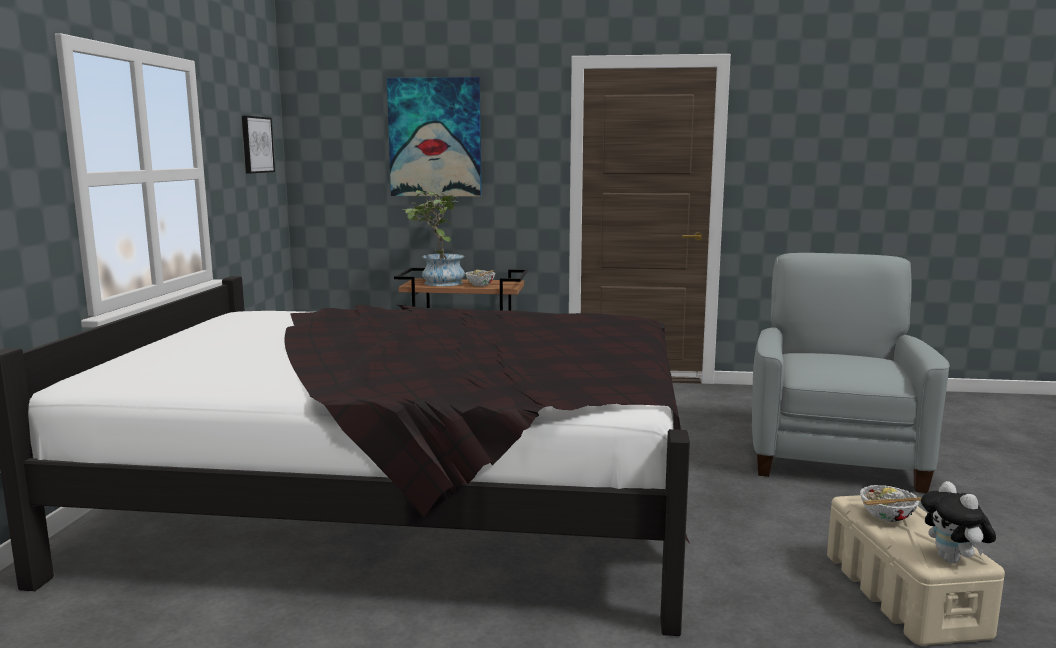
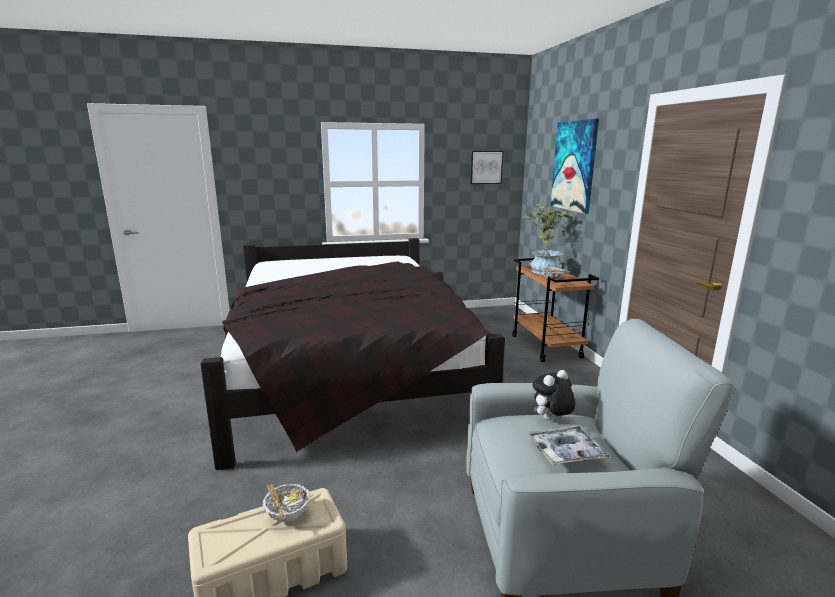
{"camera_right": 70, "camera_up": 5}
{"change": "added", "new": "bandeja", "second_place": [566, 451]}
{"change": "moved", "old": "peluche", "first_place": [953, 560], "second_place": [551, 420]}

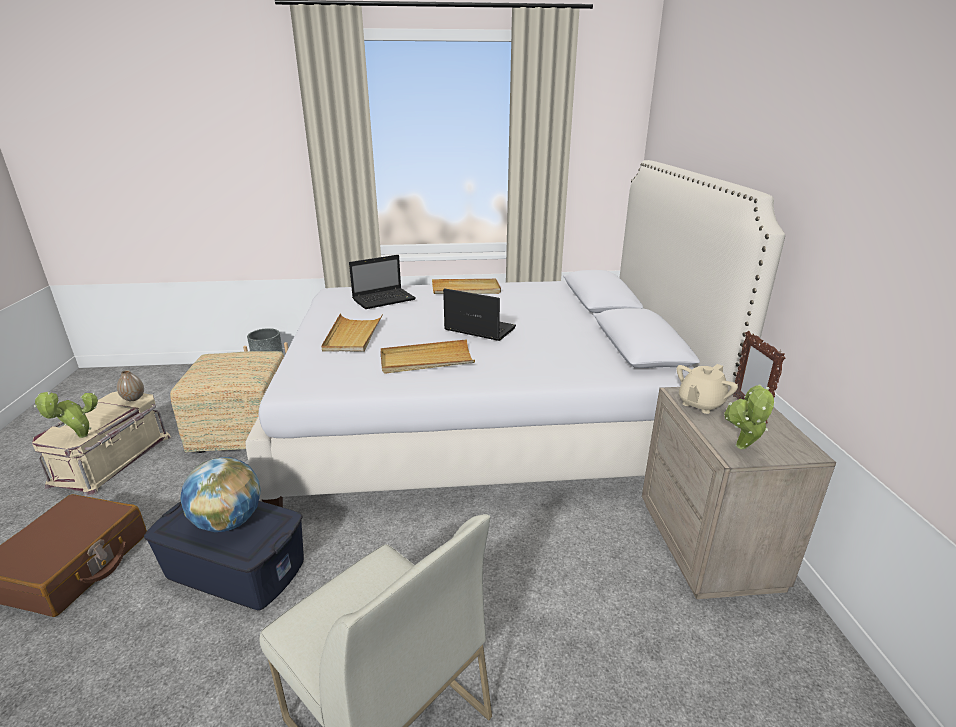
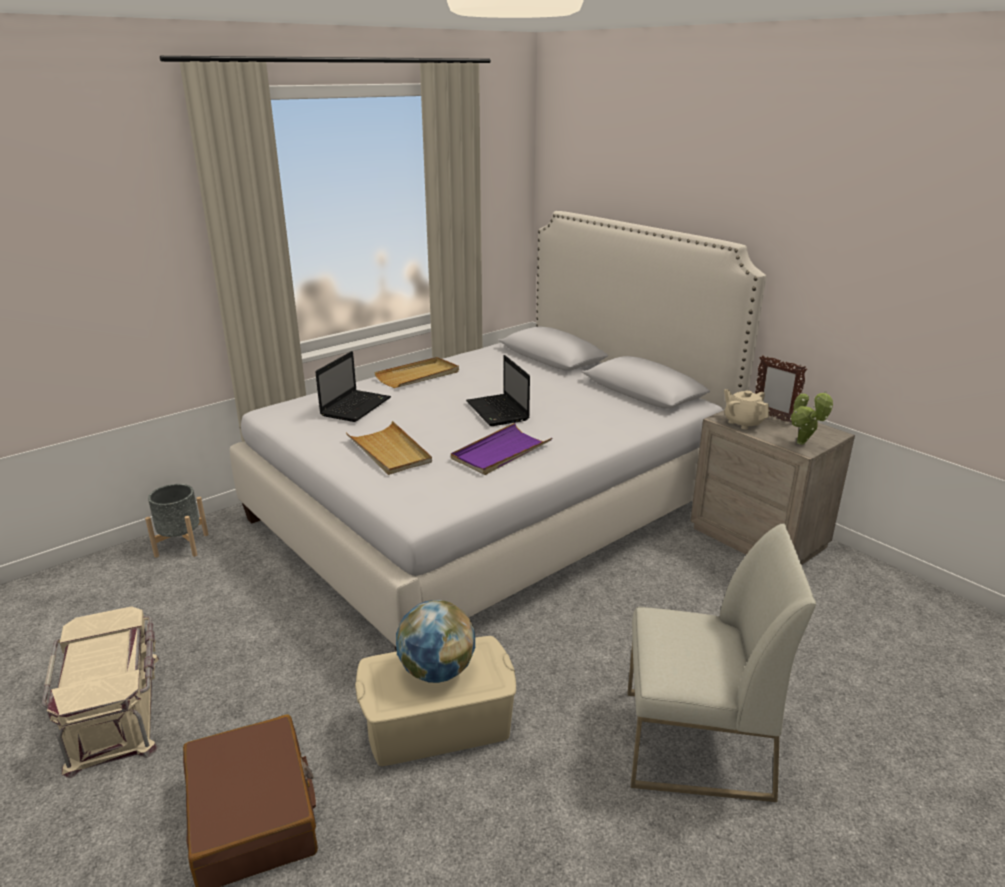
{"camera_right": -35, "camera_up": 0}
{"change": "removed", "old": "planta en maceta", "first_place": [80, 437]}
{"change": "removed", "old": "florero", "first_place": [133, 398]}
{"change": "removed", "old": "puf", "first_place": [244, 432]}
{"change": "recoloured", "old": "caja de almacenaje/azul", "new": "caja de almacenaje/beis", "first_place": [236, 568], "second_place": [437, 723]}
{"change": "recoloured", "old": "bandeja/beis", "new": "bandeja/morado", "first_place": [426, 360], "second_place": [500, 452]}
{"change": "turned", "old": "portátil", "first_place": [478, 329], "second_place": [498, 412], "degrees": -105}
{"change": "turned", "old": "tetera/beis", "first_place": [700, 404], "second_place": [743, 423], "degrees": 135}

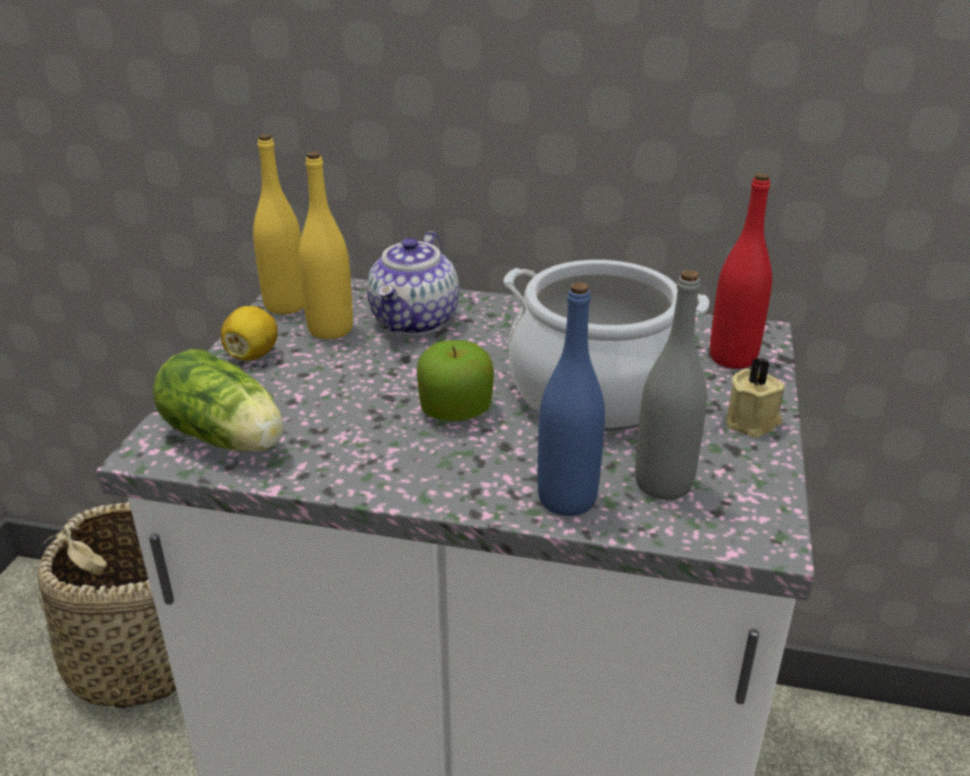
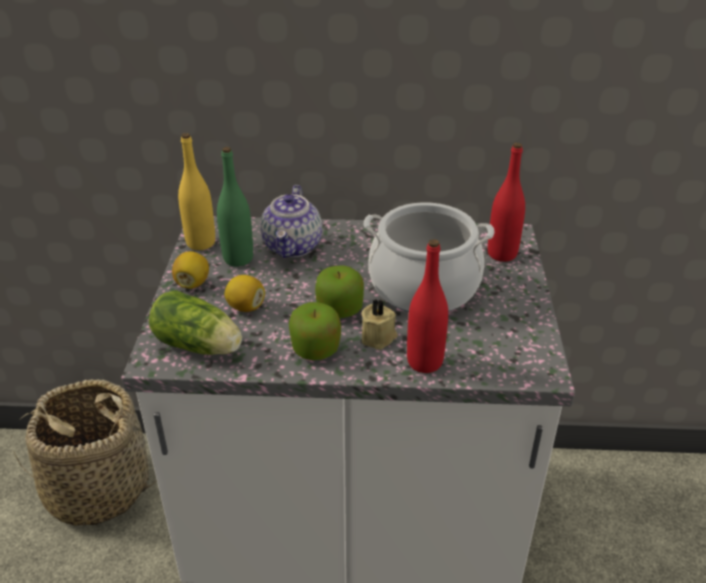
{"camera_right": -10, "camera_up": 5}
{"change": "removed", "old": "botella/gris", "first_place": [663, 484]}
{"change": "added", "new": "limón", "second_place": [246, 307]}
{"change": "added", "new": "manzana", "second_place": [315, 349]}
{"change": "moved", "old": "vela/beis", "first_place": [753, 422], "second_place": [379, 338]}
{"change": "recoloured", "old": "botella/amarillo", "new": "botella/verde", "first_place": [330, 329], "second_place": [238, 259]}
{"change": "recoloured", "old": "botella/azul", "new": "botella/rojo", "first_place": [567, 499], "second_place": [424, 362]}

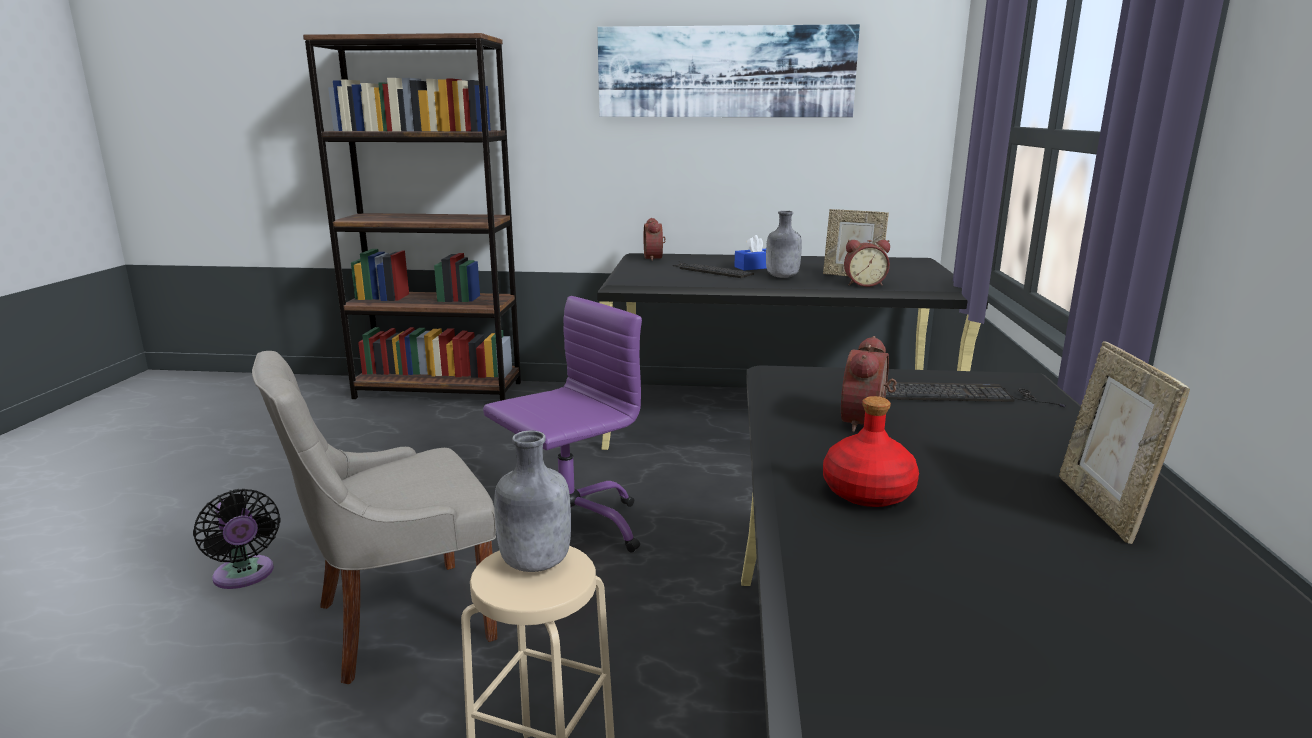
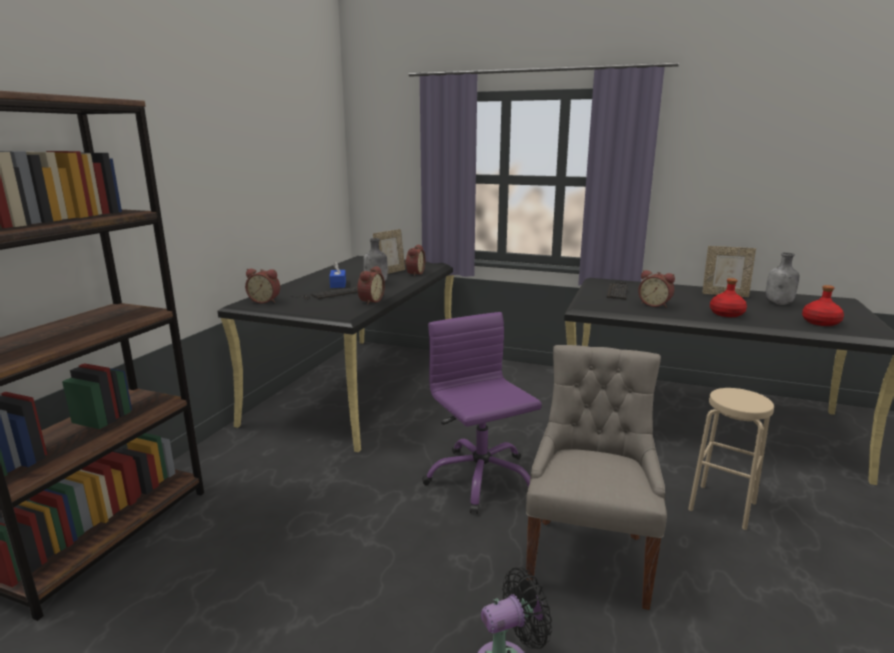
{"camera_right": -75, "camera_up": 0}
{"change": "removed", "old": "cuadro", "first_place": [725, 72]}
{"change": "added", "new": "despertador", "second_place": [370, 301]}
{"change": "added", "new": "botella/rojo", "second_place": [820, 322]}
{"change": "moved", "old": "botella/gris", "first_place": [534, 564], "second_place": [779, 303]}
{"change": "turned", "old": "silla/gris", "first_place": [399, 621], "second_place": [588, 557], "degrees": -150}

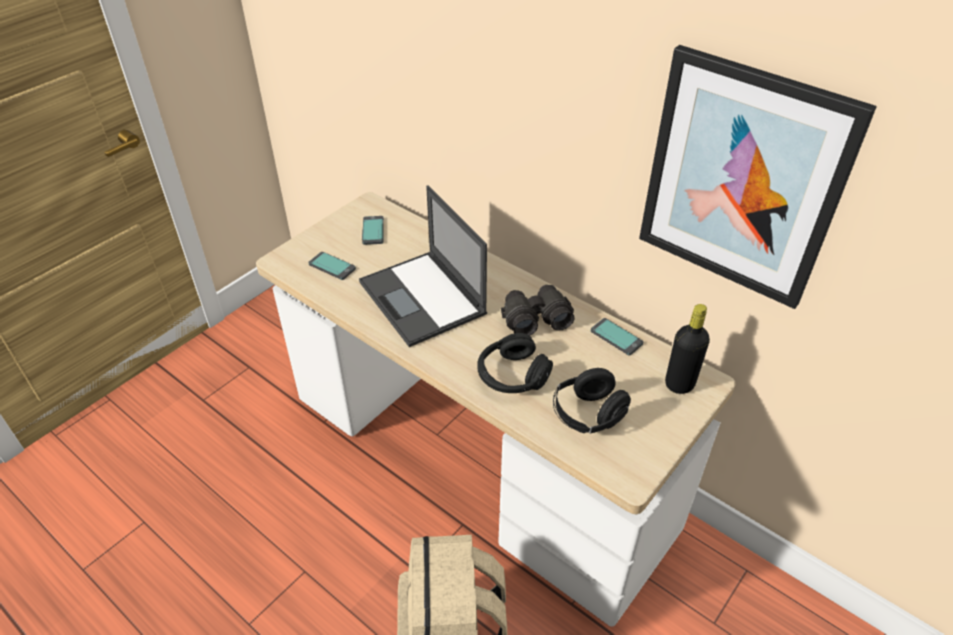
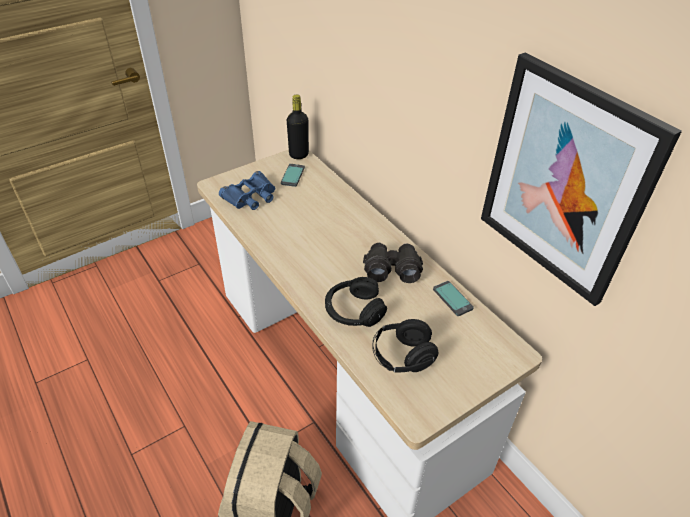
{"camera_right": 15, "camera_up": 0}
{"change": "removed", "old": "portátil", "first_place": [423, 299]}
{"change": "moved", "old": "botella/negro", "first_place": [679, 384], "second_place": [299, 155]}
{"change": "replaced", "old": "móvil", "new": "prismáticos/azul", "first_place": [332, 266], "second_place": [251, 196]}

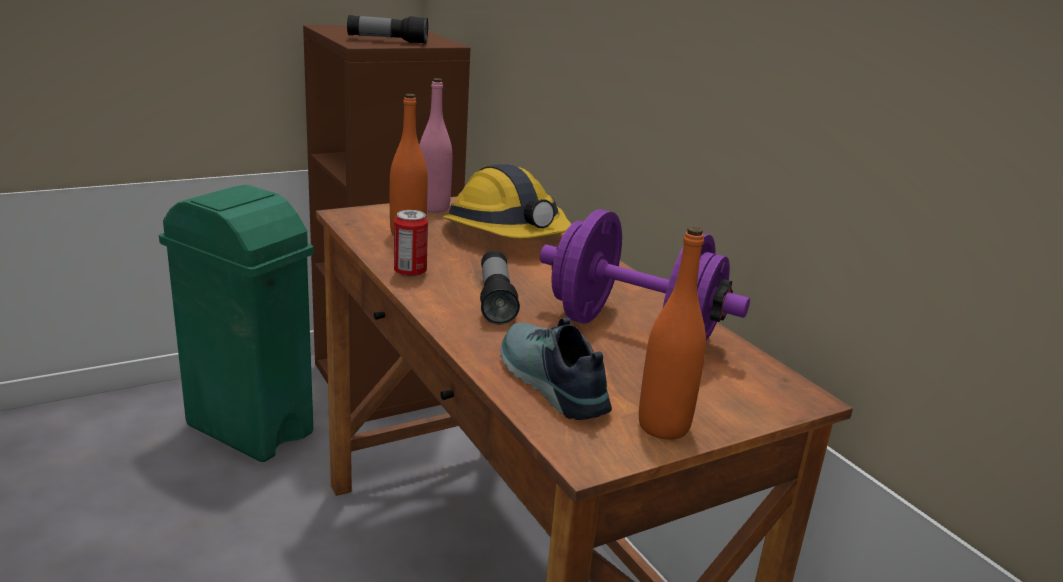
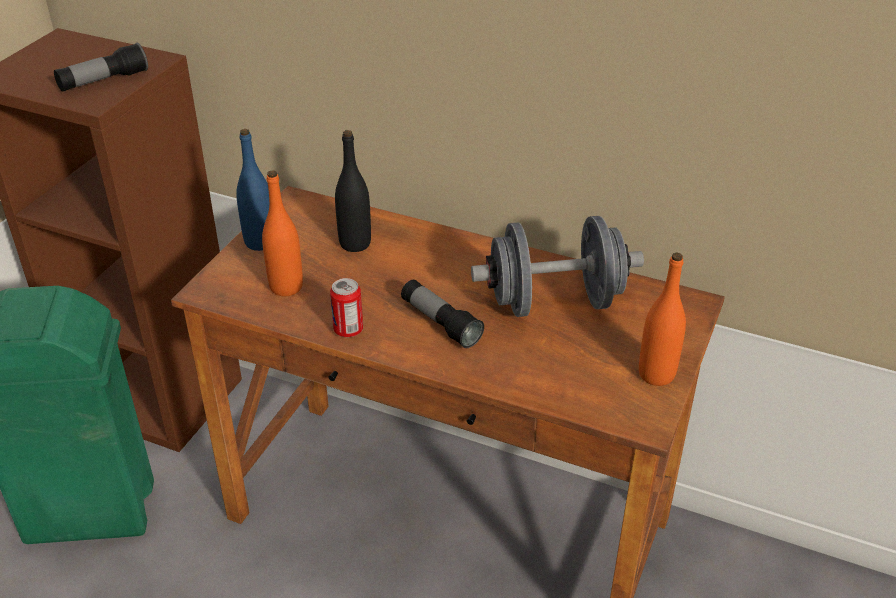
{"camera_right": -35, "camera_up": 15}
{"change": "removed", "old": "zapato", "first_place": [548, 382]}
{"change": "replaced", "old": "casco", "new": "botella/negro", "first_place": [507, 233], "second_place": [355, 243]}
{"change": "recoloured", "old": "botella/rosa", "new": "botella/azul", "first_place": [433, 207], "second_place": [260, 242]}
{"change": "recoloured", "old": "mancuerna/morado", "new": "mancuerna/gris", "first_place": [632, 331], "second_place": [554, 302]}

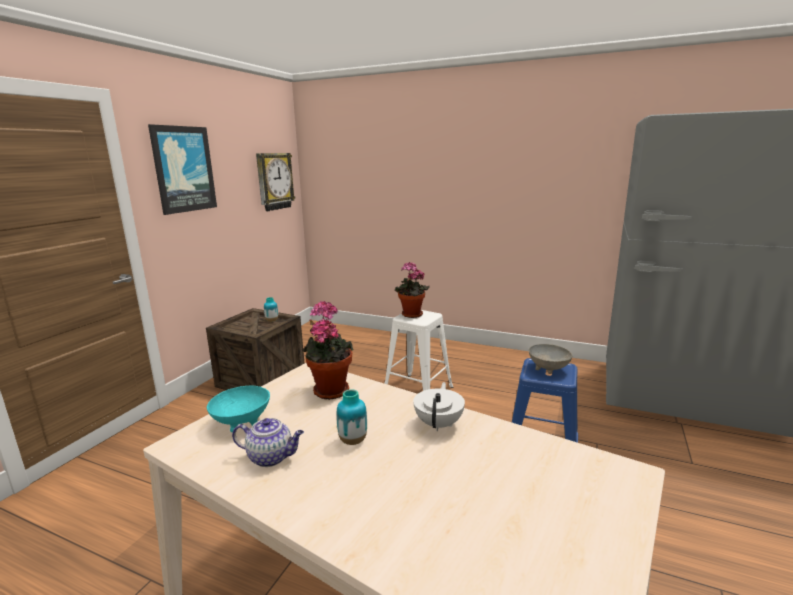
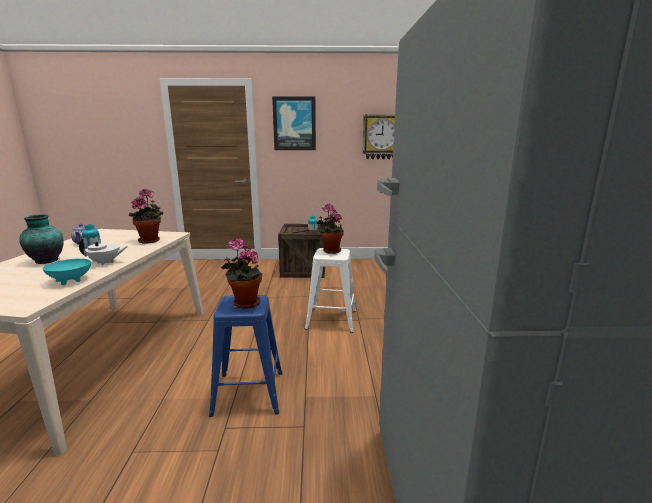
{"camera_right": 65, "camera_up": 0}
{"change": "added", "new": "florero", "second_place": [46, 261]}
{"change": "moved", "old": "cuenco/turquesa", "first_place": [242, 421], "second_place": [71, 280]}
{"change": "replaced", "old": "cuenco/gris", "new": "planta en maceta", "first_place": [549, 369], "second_place": [244, 303]}

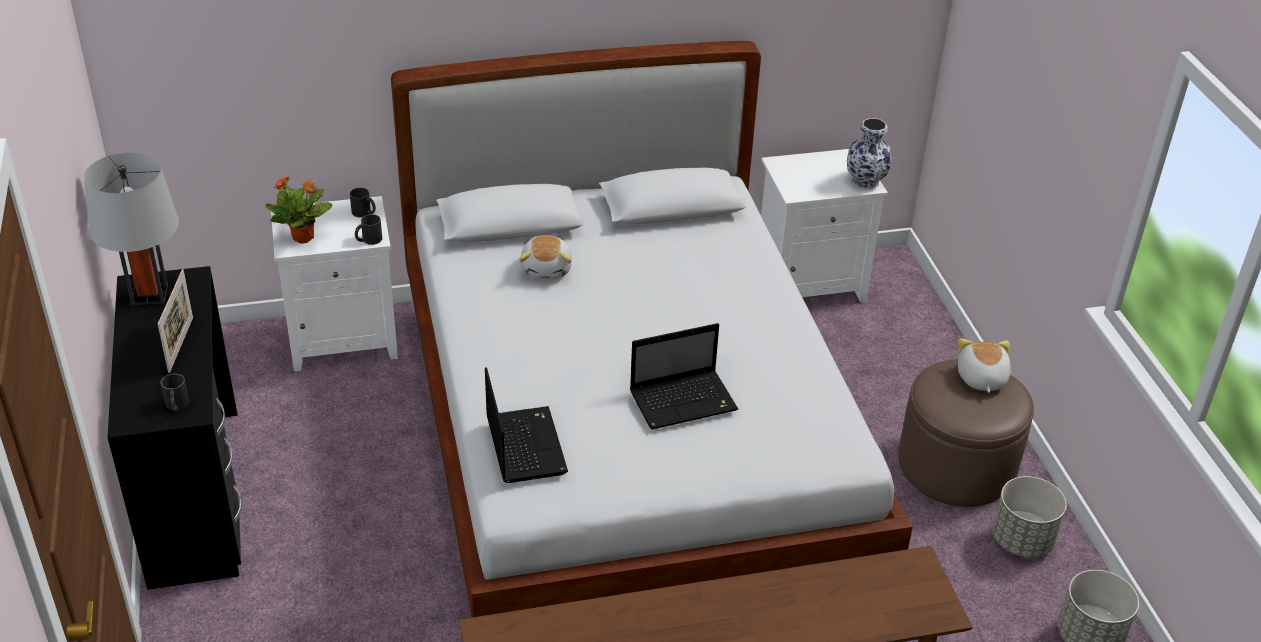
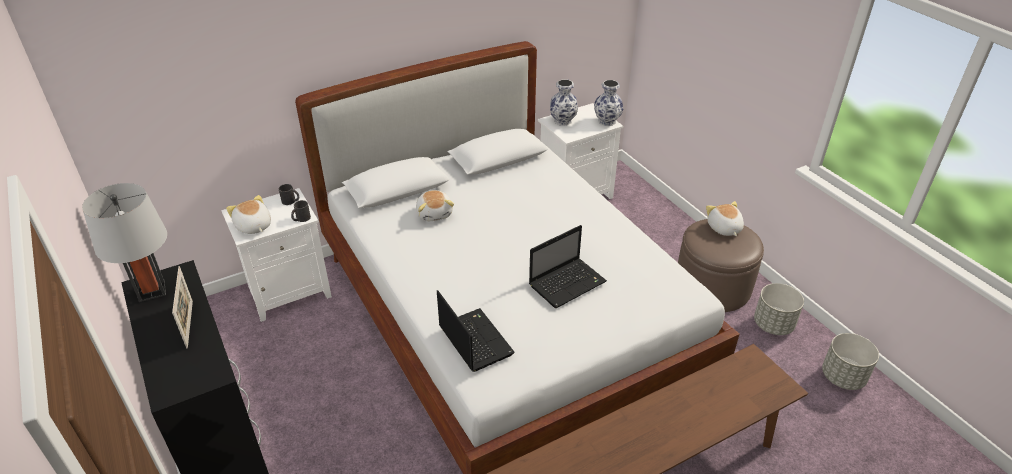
{"camera_right": -15, "camera_up": 0}
{"change": "removed", "old": "taza grande/negro", "first_place": [176, 405]}
{"change": "added", "new": "florero", "second_place": [562, 120]}
{"change": "replaced", "old": "planta en maceta", "new": "peluche", "first_place": [304, 238], "second_place": [253, 226]}

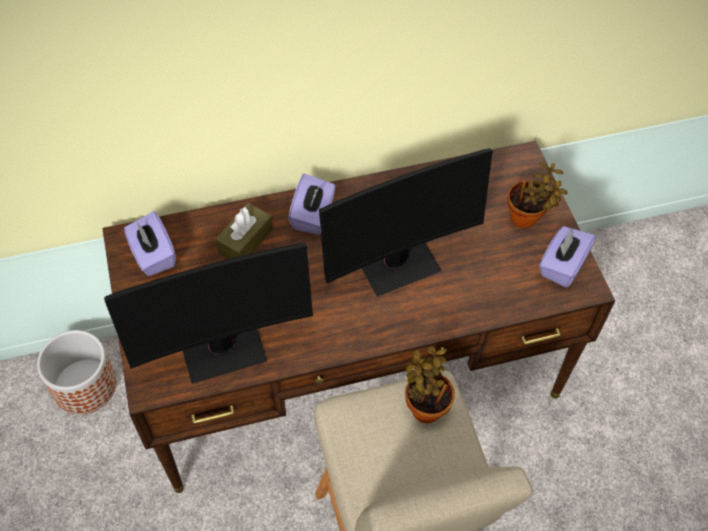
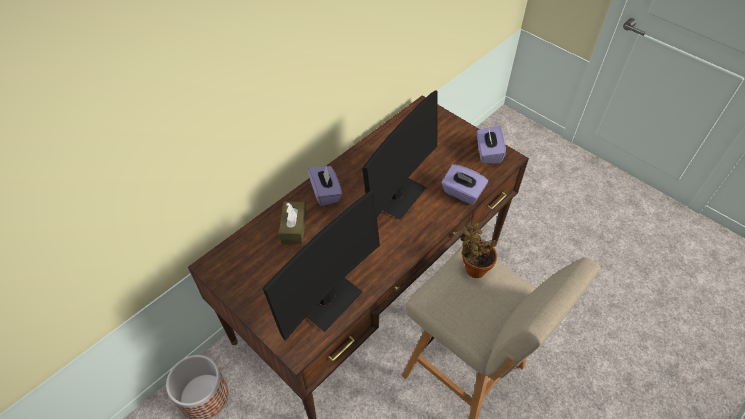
{"camera_right": -30, "camera_up": -5}
{"change": "removed", "old": "planta en maceta", "first_place": [527, 218]}
{"change": "moved", "old": "caja de pañuelos/morado", "first_place": [153, 255], "second_place": [462, 193]}

